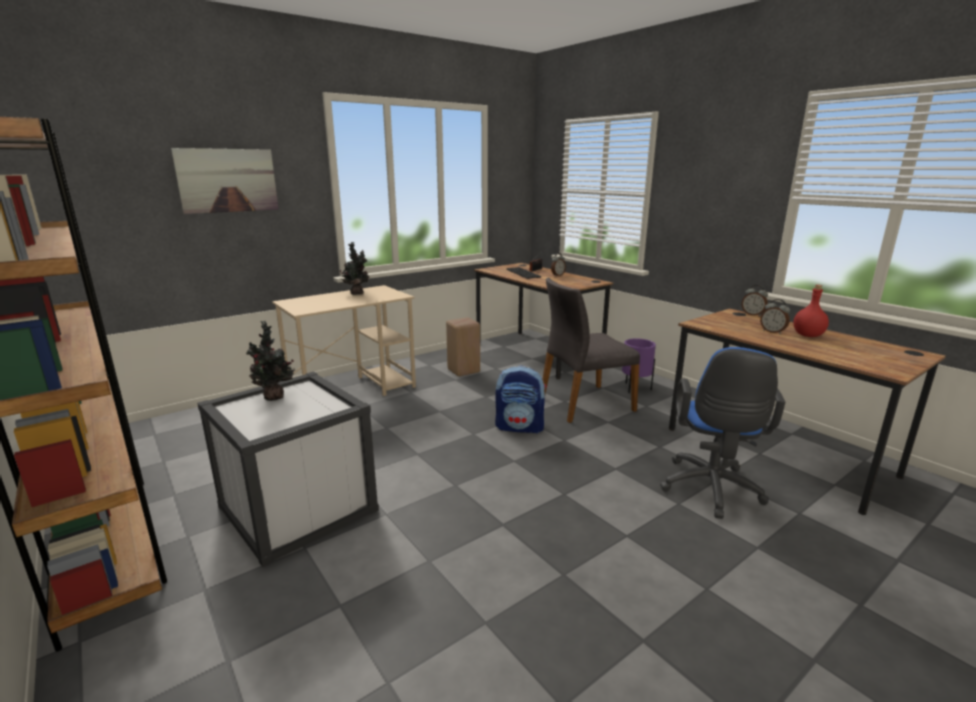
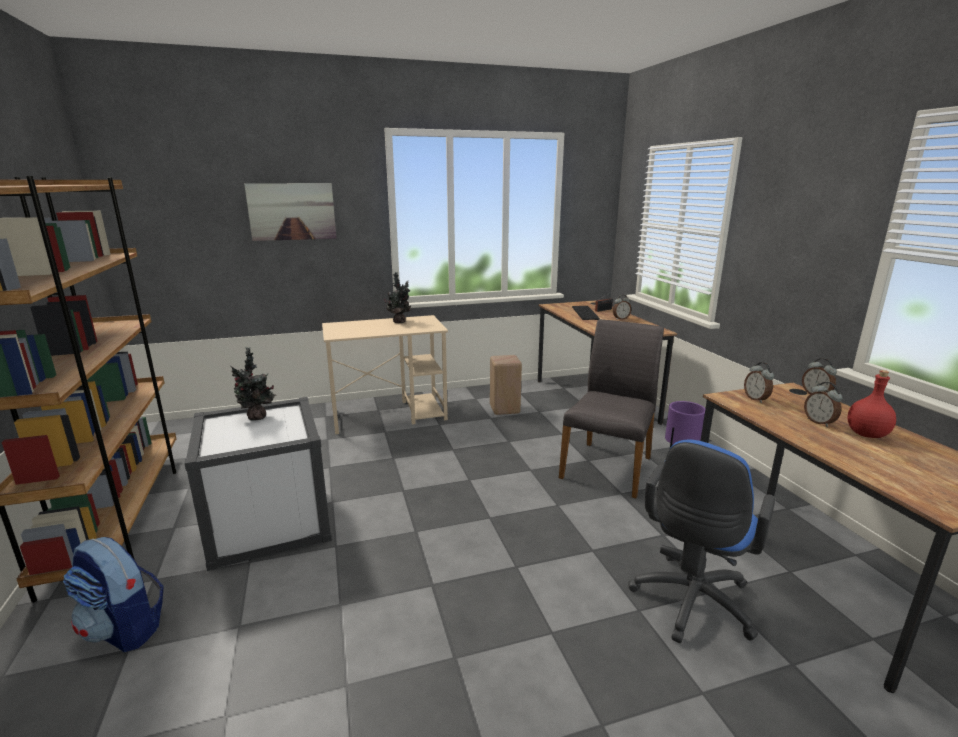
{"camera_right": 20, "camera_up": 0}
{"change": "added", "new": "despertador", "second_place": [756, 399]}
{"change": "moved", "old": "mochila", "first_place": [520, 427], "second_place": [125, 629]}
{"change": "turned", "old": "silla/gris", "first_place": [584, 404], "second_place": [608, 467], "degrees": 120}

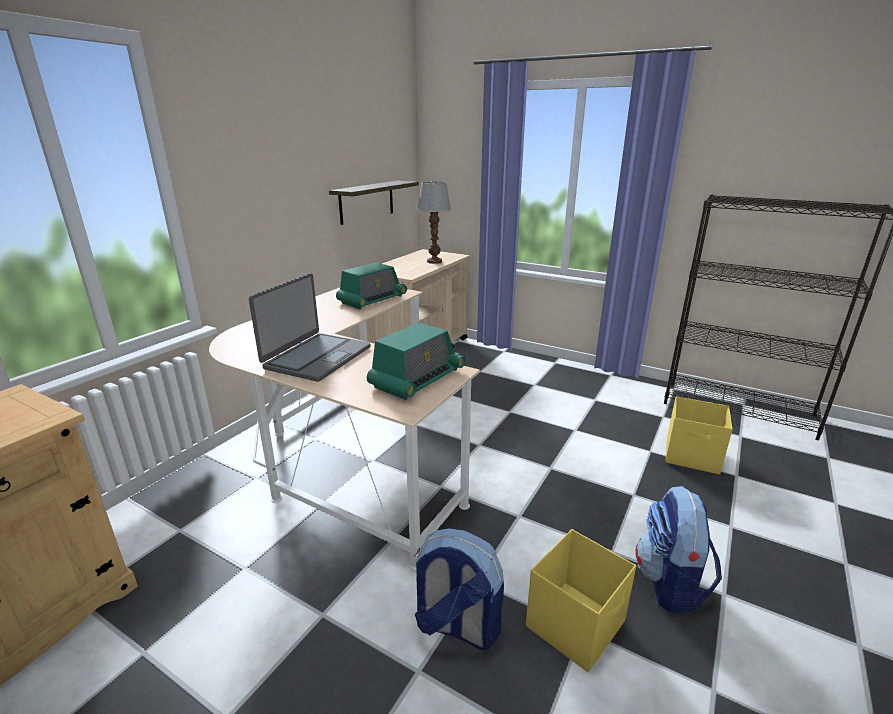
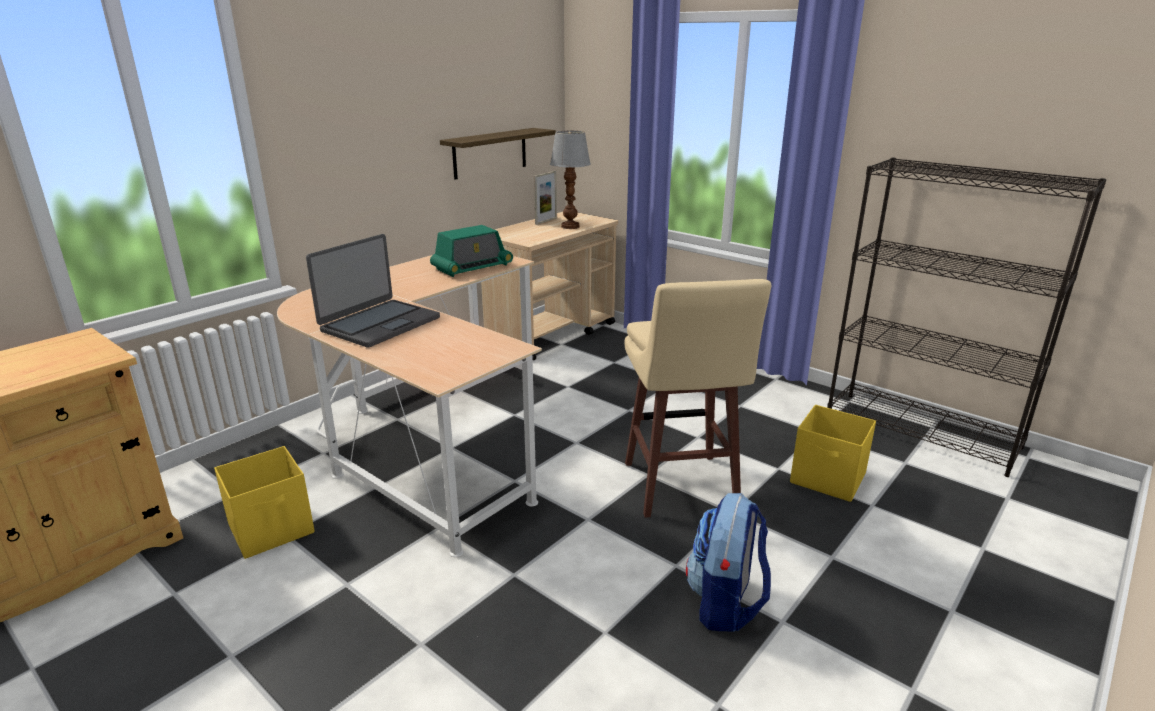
{"camera_right": 10, "camera_up": 0}
{"change": "removed", "old": "radio", "first_place": [417, 378]}
{"change": "removed", "old": "mochila", "first_place": [456, 626]}
{"change": "added", "new": "portarretratos", "second_place": [546, 221]}
{"change": "added", "new": "taburete/beis", "second_place": [680, 488]}
{"change": "moved", "old": "caja de almacenaje/amarillo", "first_place": [576, 624], "second_place": [273, 529]}

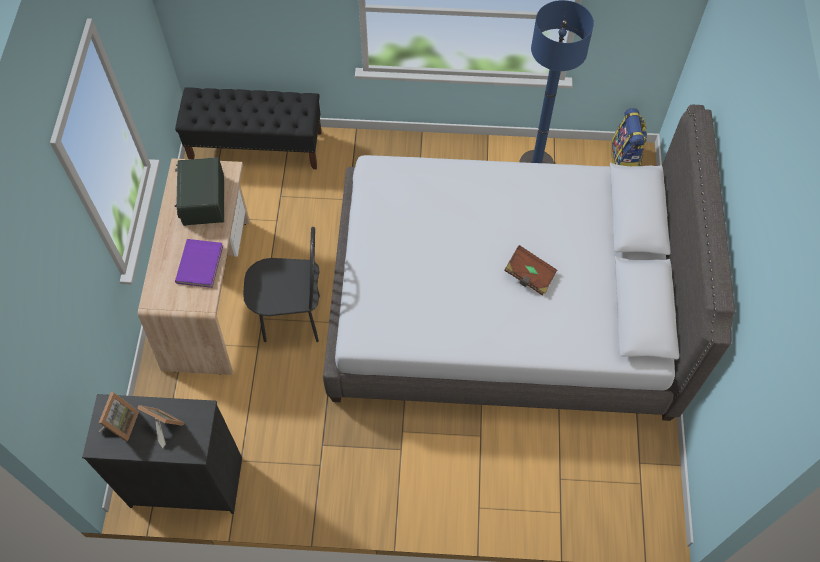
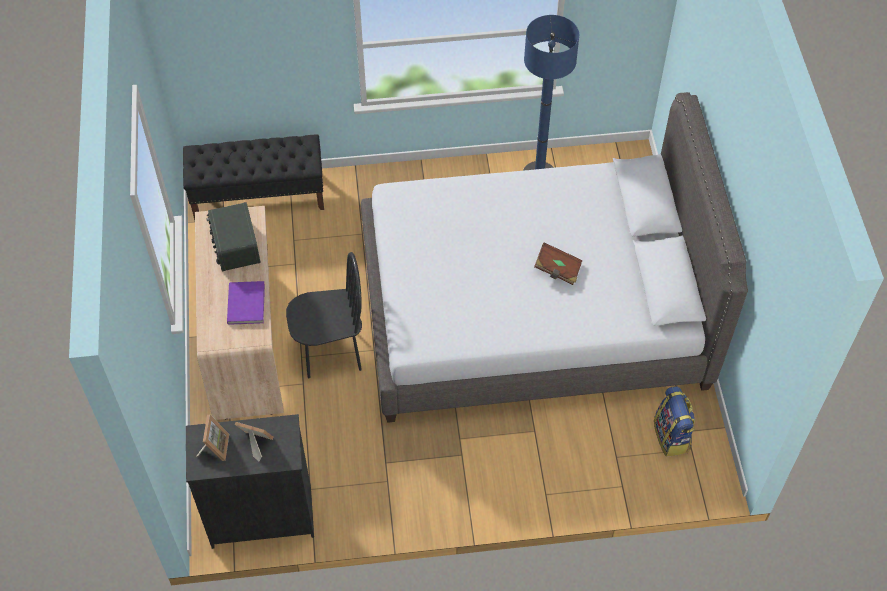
{"camera_right": -10, "camera_up": -5}
{"change": "moved", "old": "mochila", "first_place": [625, 159], "second_place": [672, 436]}

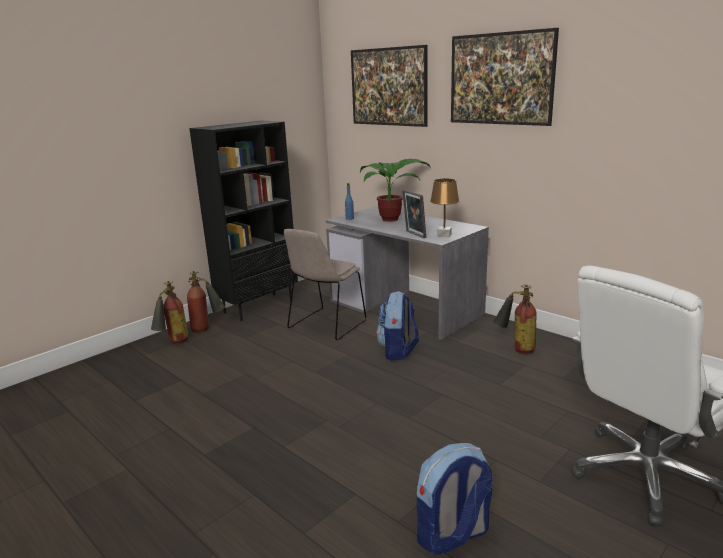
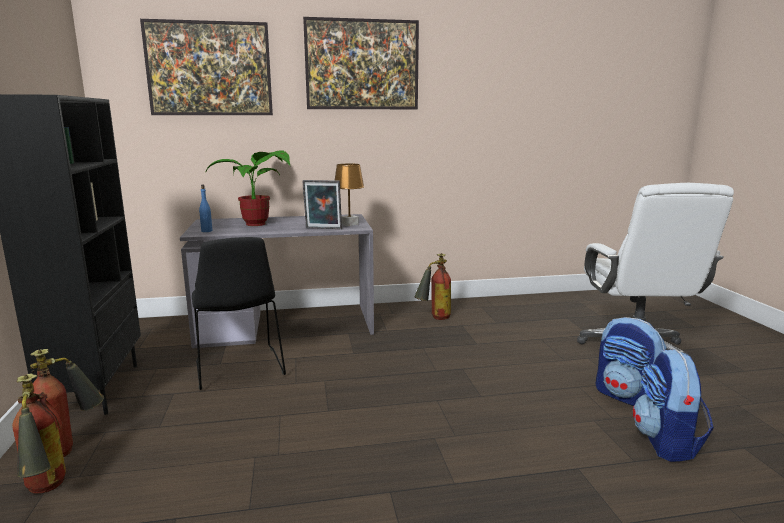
{"camera_right": -55, "camera_up": -5}
{"change": "moved", "old": "mochila", "first_place": [398, 351], "second_place": [627, 397]}
{"change": "recoloured", "old": "silla/beis", "new": "silla/negro", "first_place": [326, 325], "second_place": [239, 369]}

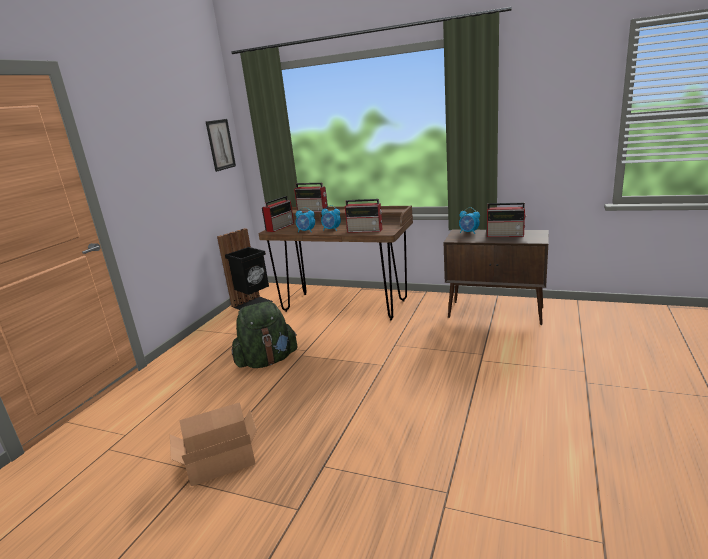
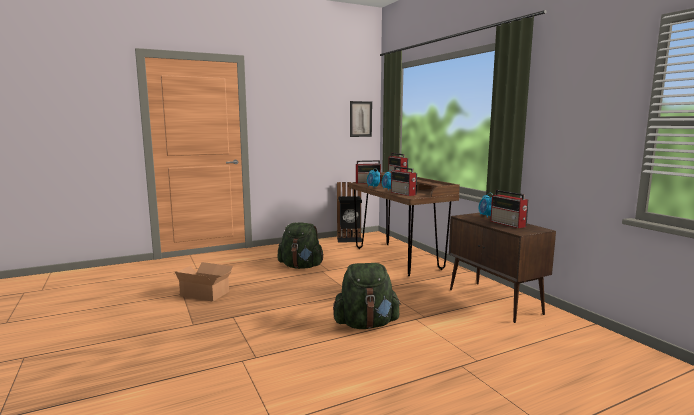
{"camera_right": 40, "camera_up": -10}
{"change": "added", "new": "mochila/verde", "second_place": [366, 324]}

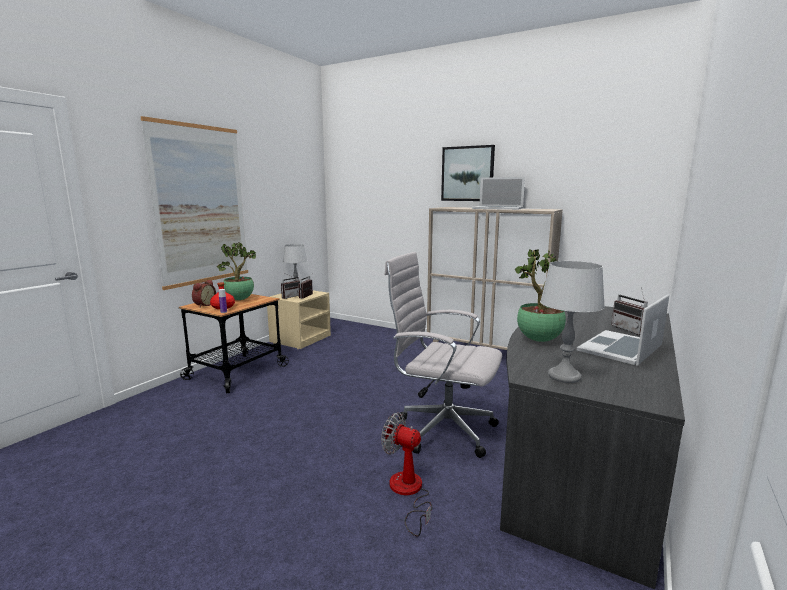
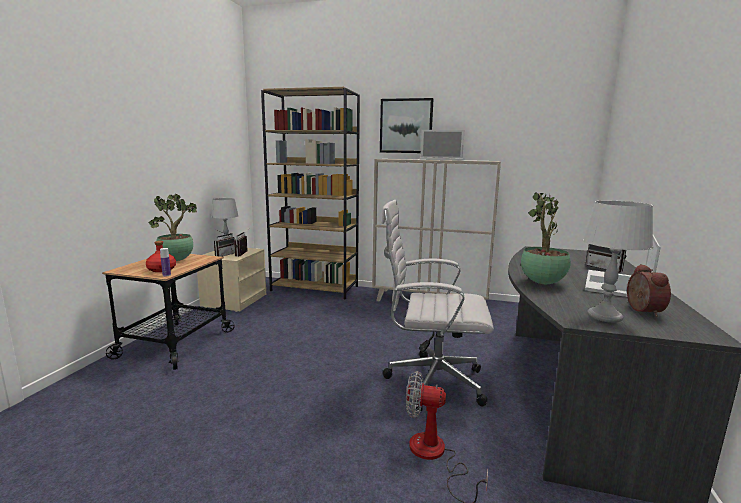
{"camera_right": -15, "camera_up": 0}
{"change": "removed", "old": "cuadro", "first_place": [201, 205]}
{"change": "added", "new": "estantería/marrón", "second_place": [315, 288]}
{"change": "moved", "old": "despertador", "first_place": [204, 305], "second_place": [641, 310]}

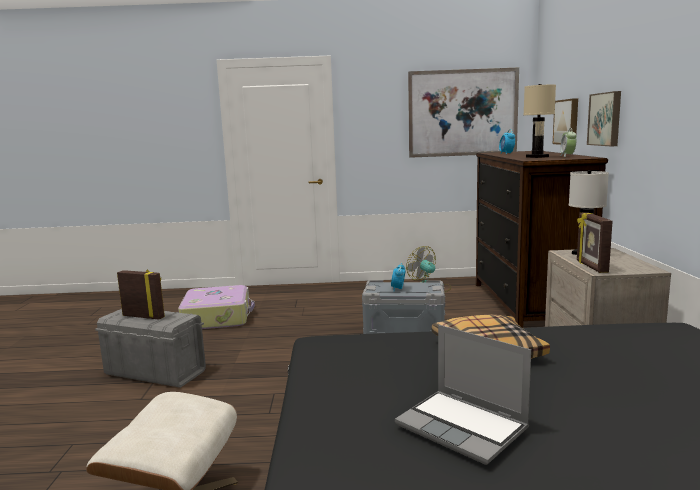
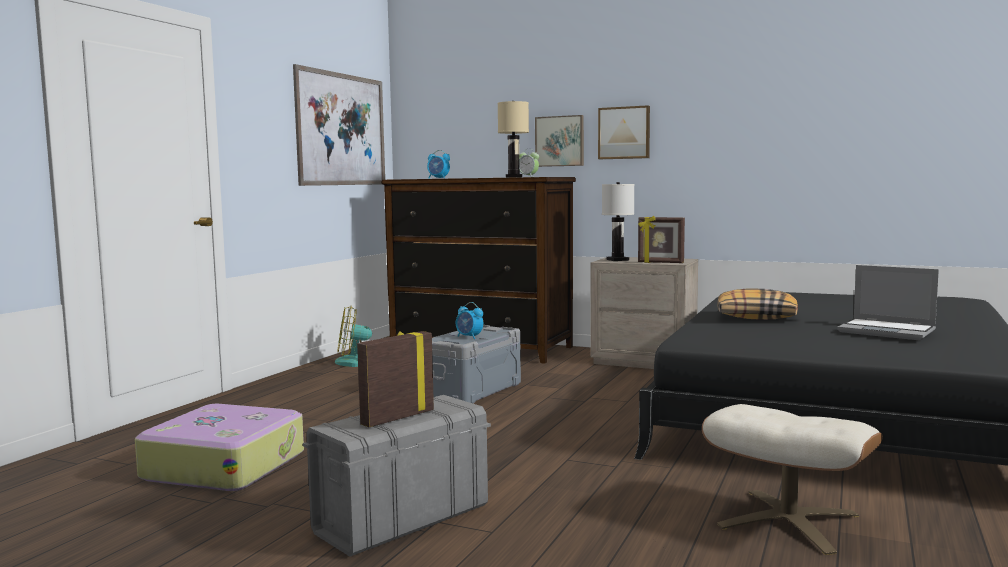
{"camera_right": -65, "camera_up": -5}
{"change": "moved", "old": "cuadro", "first_place": [567, 122], "second_place": [624, 133]}
{"change": "turned", "old": "portátil", "first_place": [463, 427], "second_place": [888, 331], "degrees": 60}

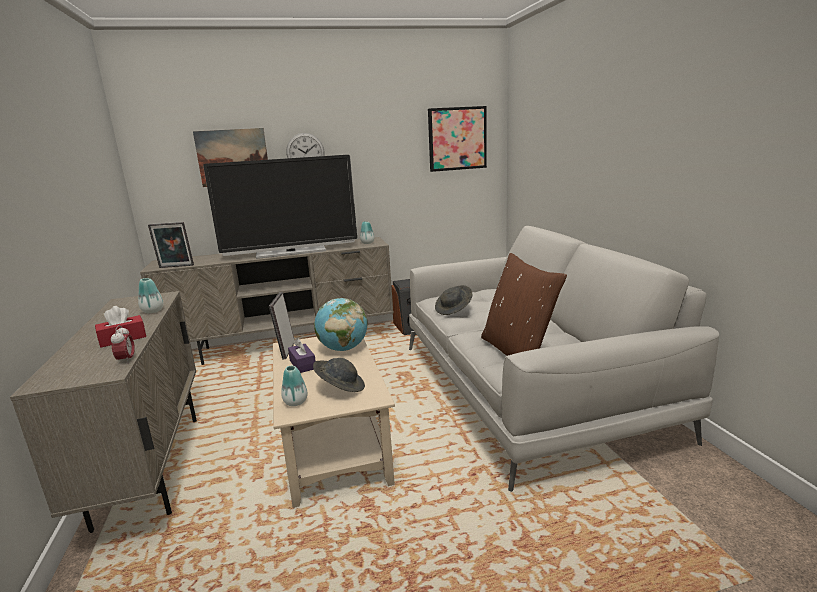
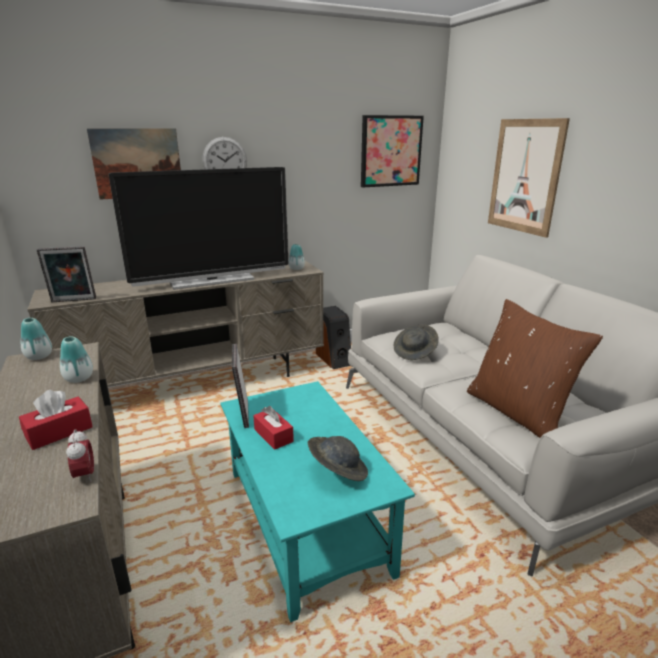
{"camera_right": -10, "camera_up": 5}
{"change": "removed", "old": "globo terráqueo", "first_place": [343, 349]}
{"change": "added", "new": "cuadro", "second_place": [525, 176]}
{"change": "moved", "old": "florero", "first_place": [295, 402], "second_place": [39, 356]}
{"change": "recoloured", "old": "mesa de centro/beis", "new": "mesa de centro/turquesa", "first_place": [334, 443], "second_place": [307, 521]}
{"change": "recoloured", "old": "caja de pañuelos/morado", "new": "caja de pañuelos/rojo", "first_place": [302, 364], "second_place": [273, 435]}

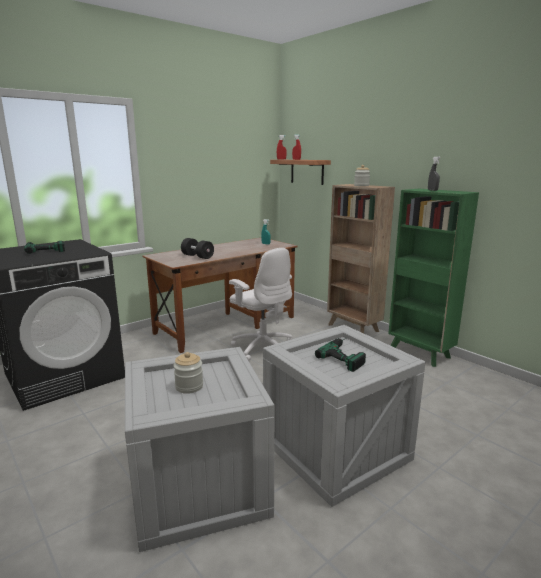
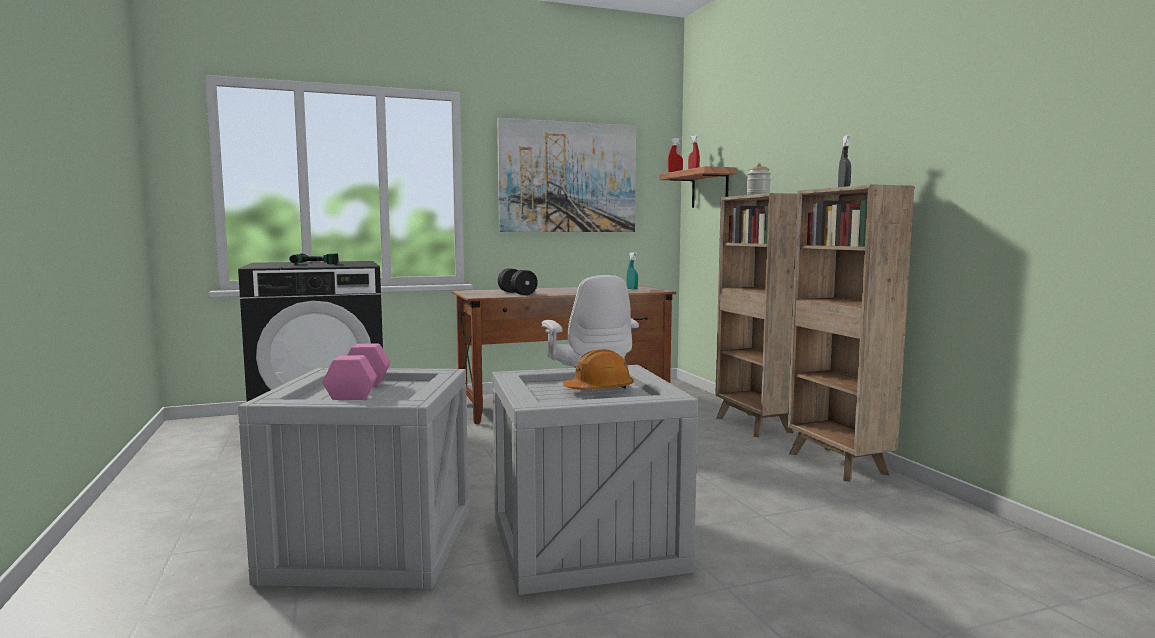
{"camera_right": 20, "camera_up": -10}
{"change": "added", "new": "cuadro", "second_place": [568, 177]}
{"change": "replaced", "old": "tarro", "new": "mancuerna/rosa", "first_place": [189, 386], "second_place": [360, 392]}
{"change": "replaced", "old": "taladro", "new": "casco/naranja", "first_place": [346, 355], "second_place": [599, 390]}
{"change": "recoloured", "old": "estantería/verde", "new": "estantería/marrón", "first_place": [420, 354], "second_place": [838, 464]}

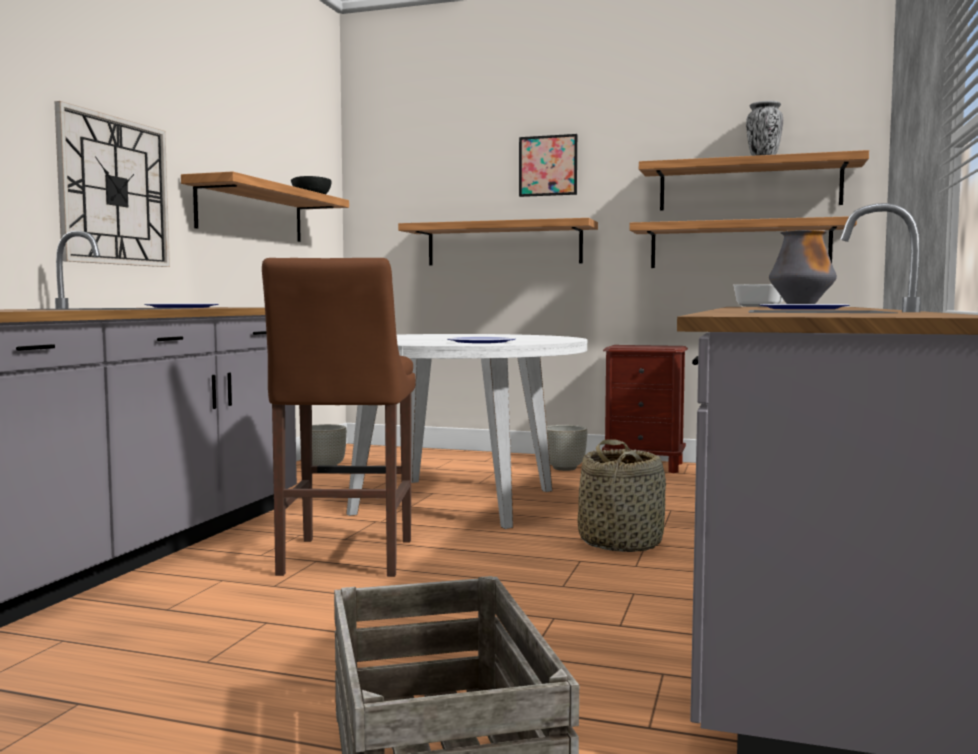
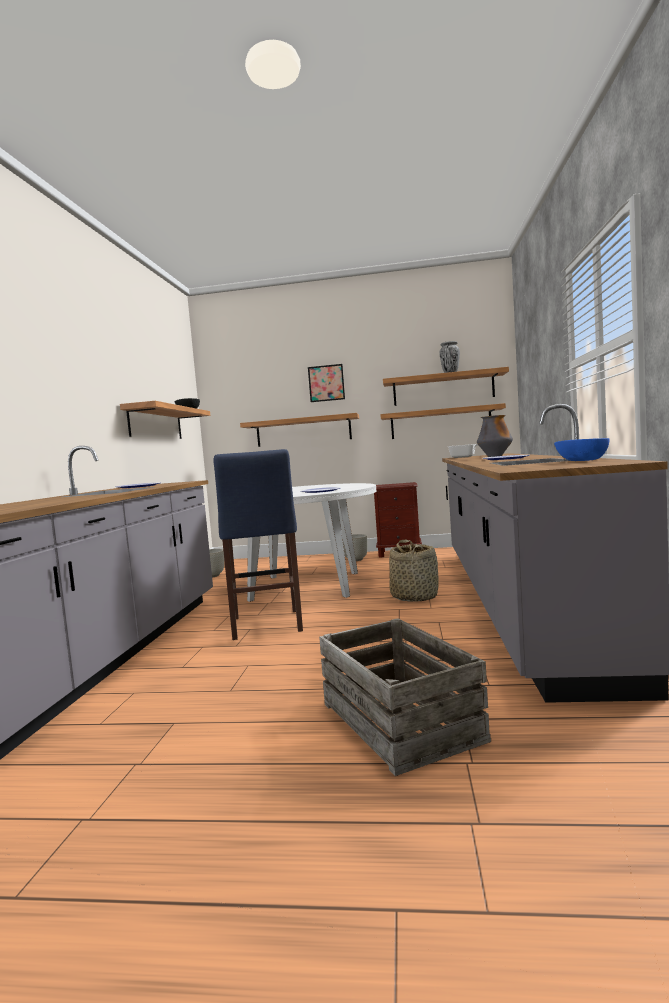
{"camera_right": -10, "camera_up": 0}
{"change": "removed", "old": "reloj de pared", "first_place": [114, 191]}
{"change": "added", "new": "cuenco/azul", "second_place": [582, 461]}
{"change": "recoloured", "old": "taburete/marrón", "new": "taburete/azul", "first_place": [344, 559], "second_place": [266, 626]}

